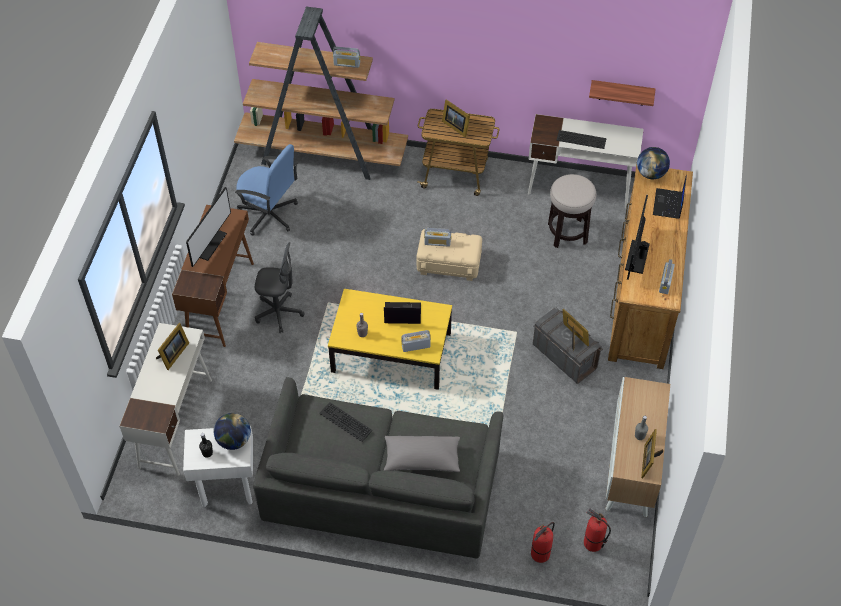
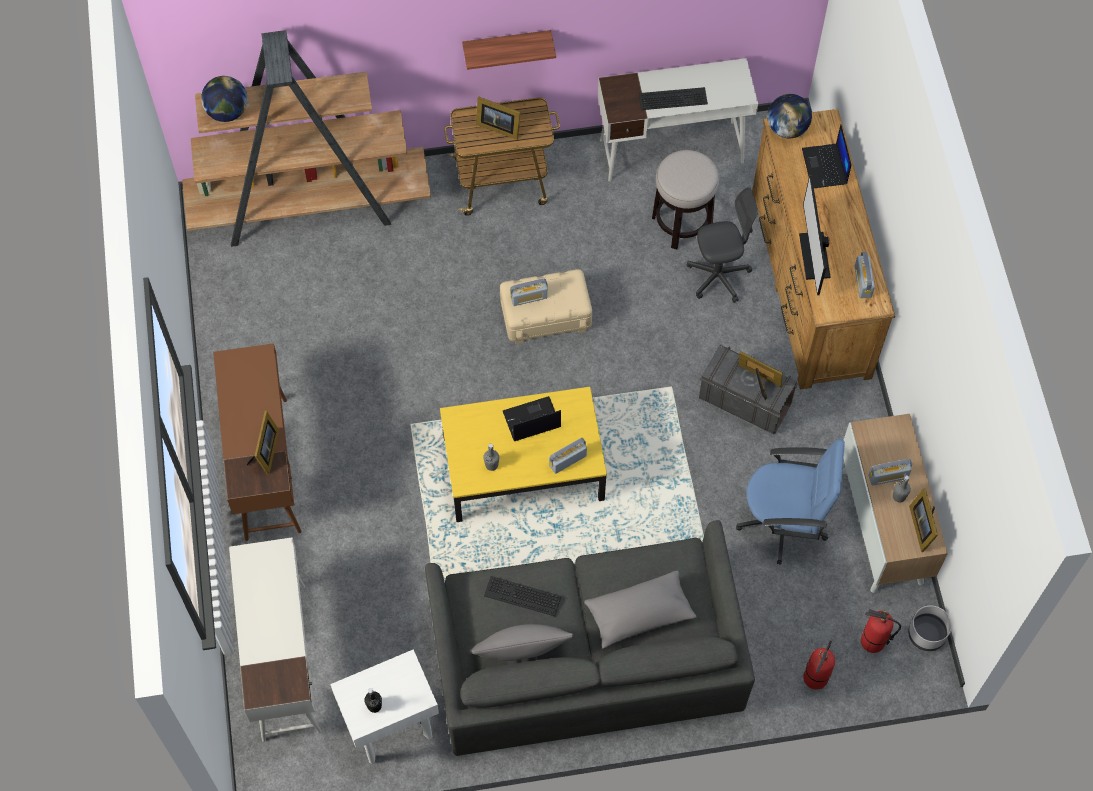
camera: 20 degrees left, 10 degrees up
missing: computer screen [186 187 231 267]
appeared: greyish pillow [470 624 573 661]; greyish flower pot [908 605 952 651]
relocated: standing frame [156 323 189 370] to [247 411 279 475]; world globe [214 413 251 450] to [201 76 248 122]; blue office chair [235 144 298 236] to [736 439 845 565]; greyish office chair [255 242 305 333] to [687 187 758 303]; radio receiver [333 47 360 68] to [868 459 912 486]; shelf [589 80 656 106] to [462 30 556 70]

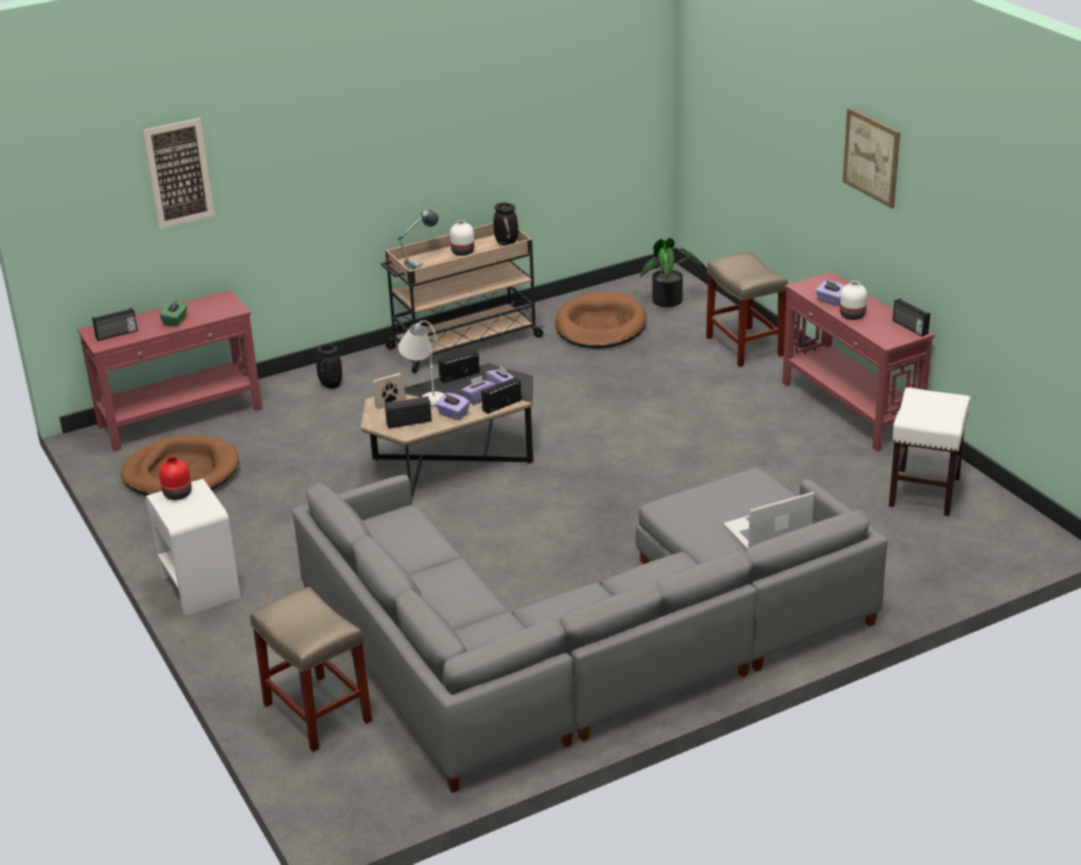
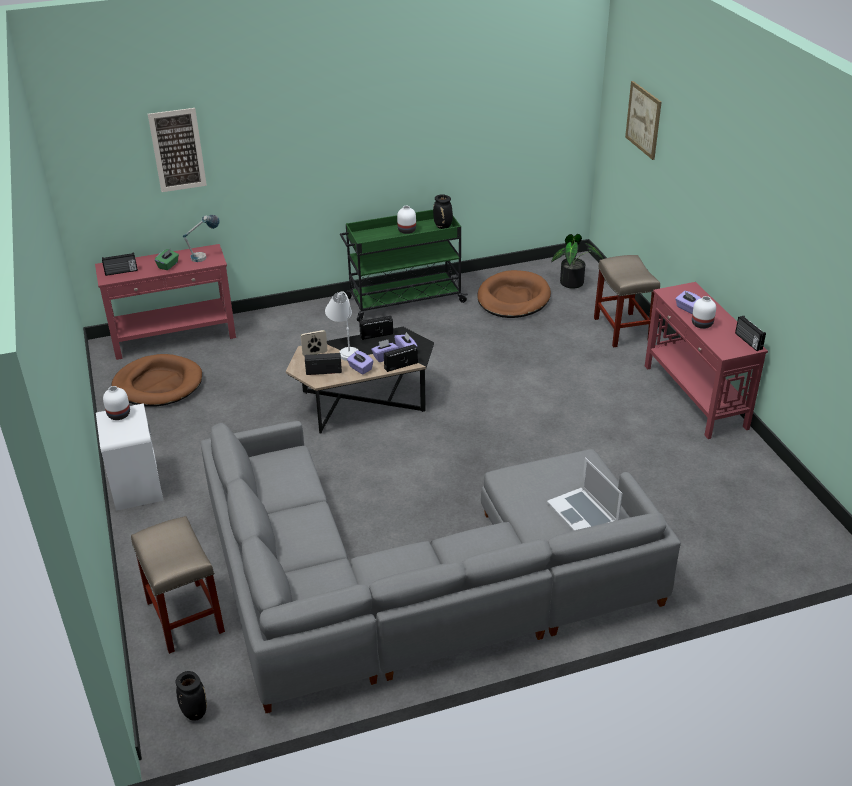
camera: 10 degrees right, 5 degrees up
missing: whitish stool seat [889 388 971 516]
relocated: blackish vase [316 344 342 389] to [176 671 207 721]; tabletop lamp [398 210 439 269] to [183 215 220 262]; wall art [842 108 900 209] to [625 81 662 160]
colour: red vase [159 457 192 500] to whitish vase [103 386 130 420]; sand-coloured trolley [381 223 545 373] to green-coloured trolley [340 210 468 322]
spun: notebook computer [723 492 814 550] = [547 457 623 531] 105 degrees counterclockwise

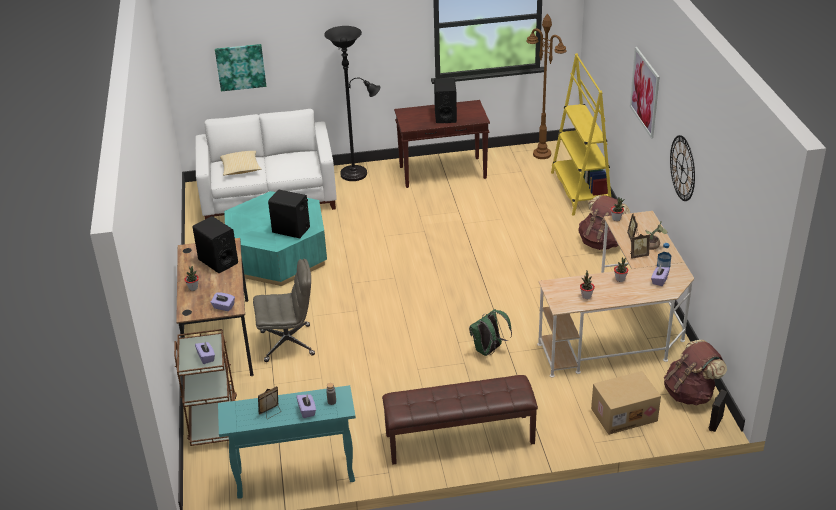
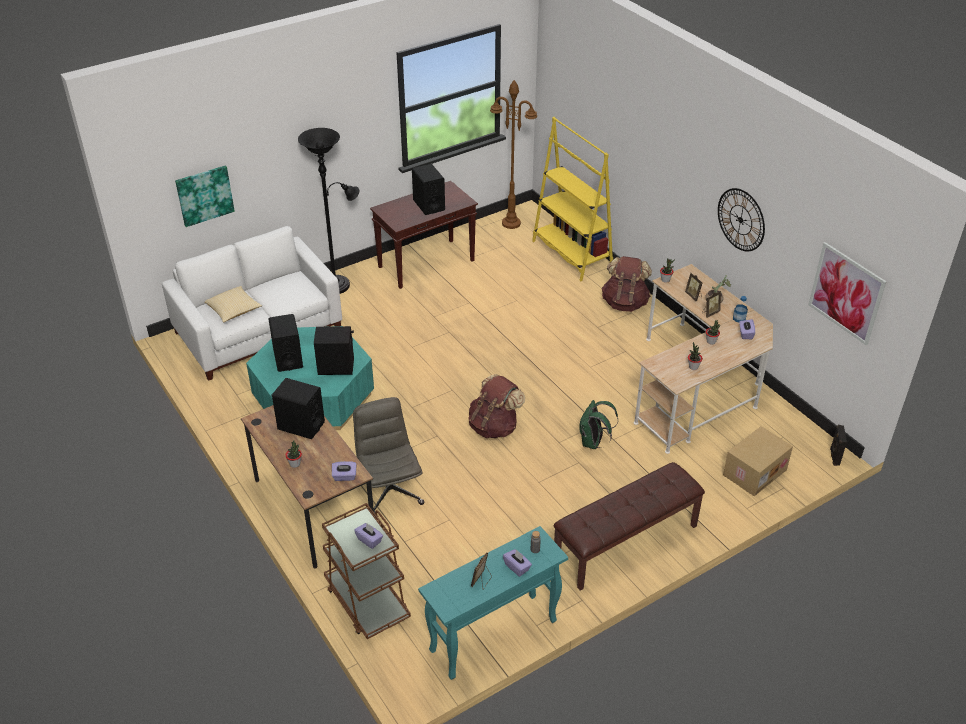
camera: 25 degrees left, 5 degrees up
appeared: blackish audio speaker [269 314 303 372]
relocated: wall art [630 47 660 139] to [808 242 887 345]; brown rucksack [664 340 727 406] to [468 374 525 438]
spun: greyish office chair [253 259 315 362] = [353 397 424 513] 75 degrees counterclockwise

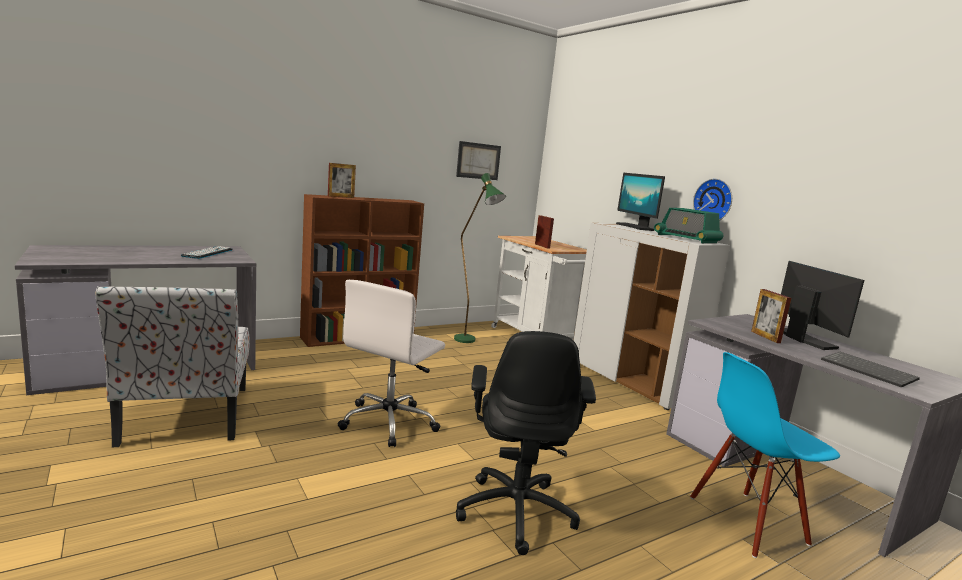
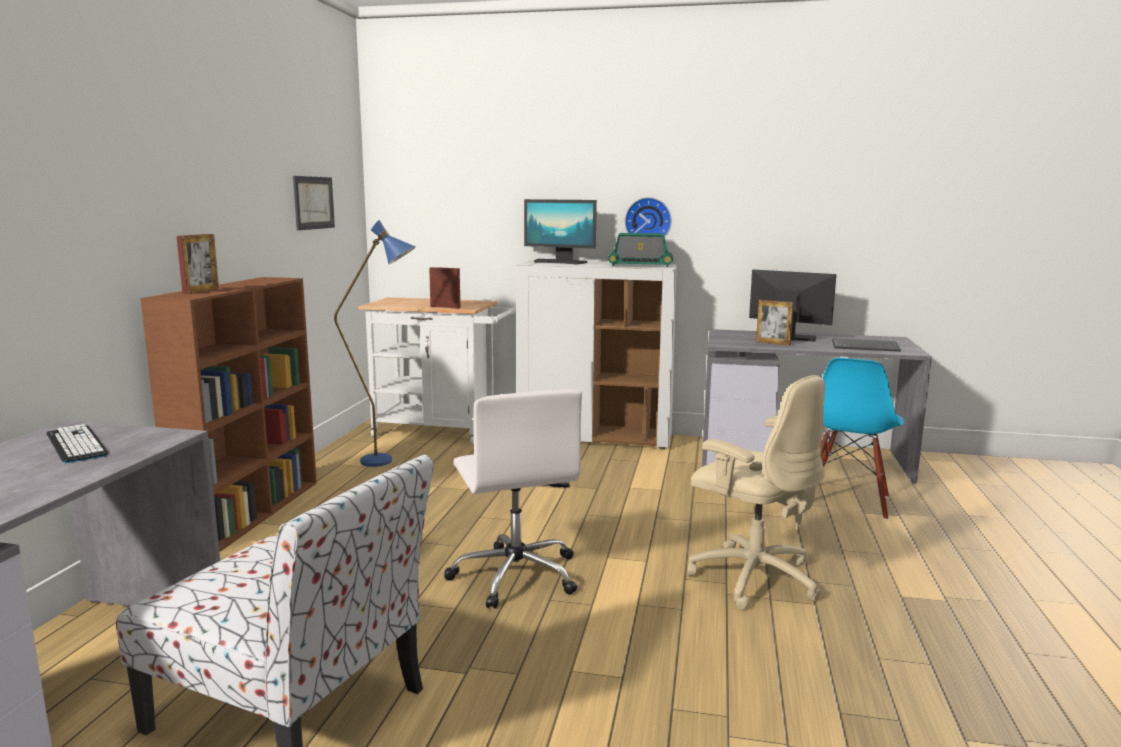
camera: 45 degrees left, 0 degrees up
colour: green-coloured standard lamp [454 173 506 343] to blue standard lamp [334 220 415 467]; blackish office chair [456 331 596 555] to sand-coloured office chair [688 375 825 610]

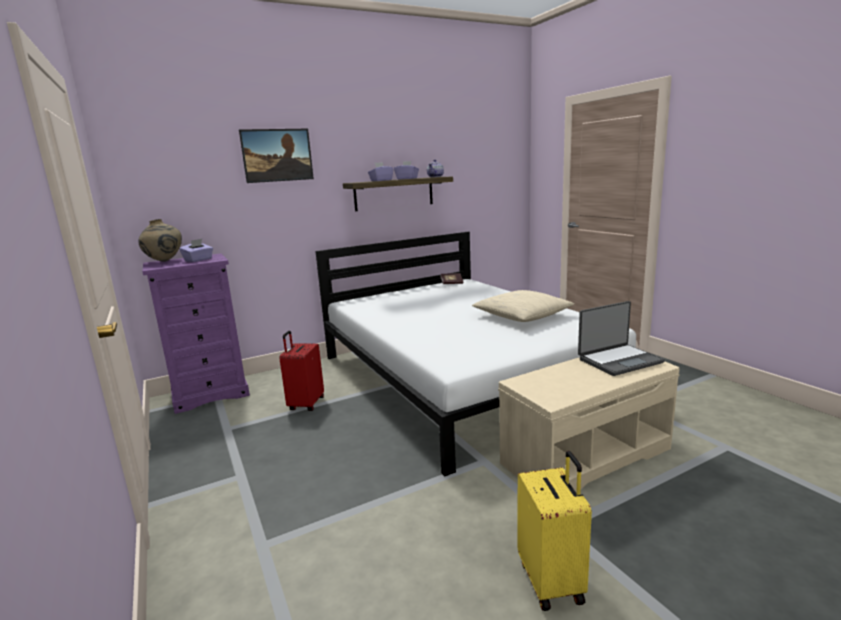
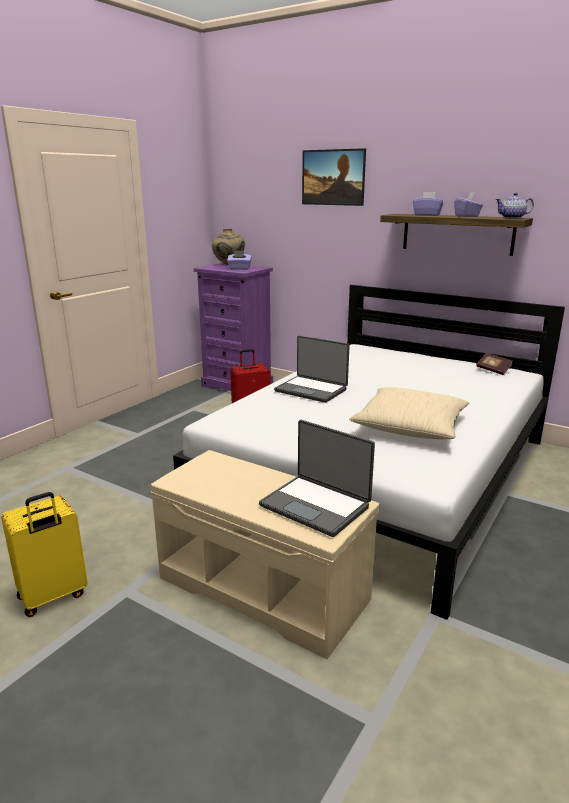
camera: 60 degrees right, 5 degrees up
appeared: notebook computer [274 336 350 403]

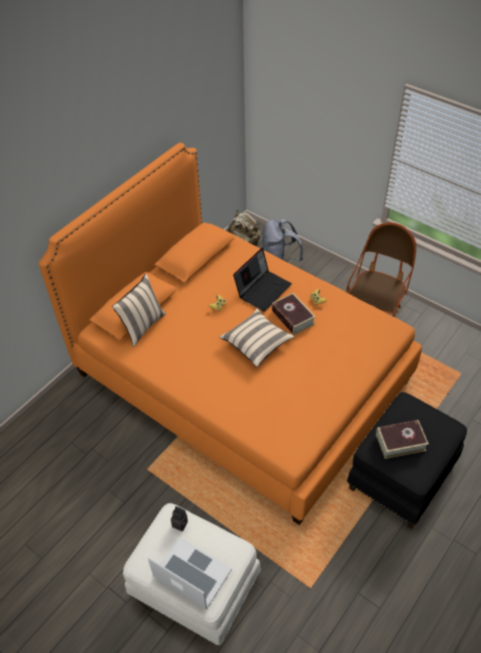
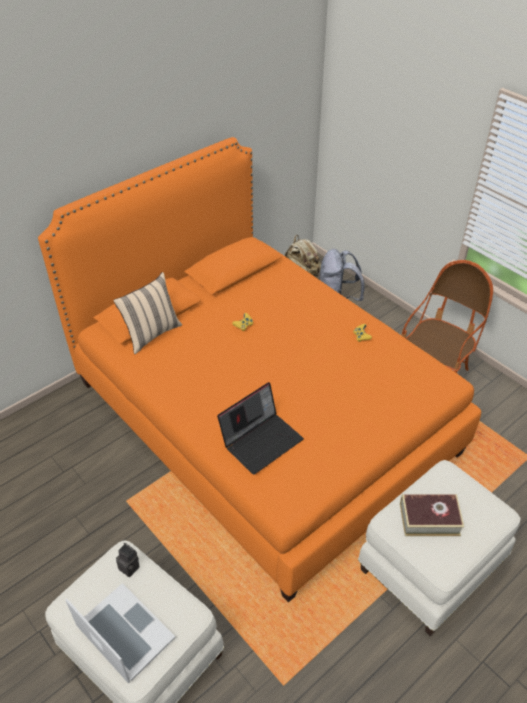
camera: 10 degrees right, 5 degrees down
missing: sand-coloured pillow [219 308 295 367]; volume [272 293 316 335]
relocated: notebook computer [233 248 292 312] to [217 382 304 475]
colour: blackish pouffe [347 392 467 529] to whitish pouffe [358 460 521 636]

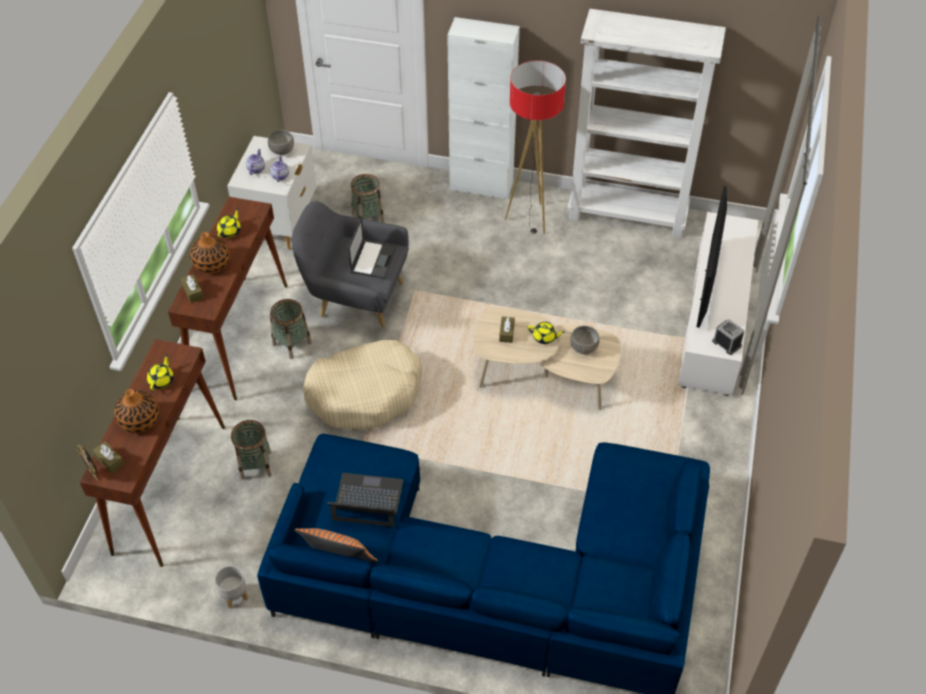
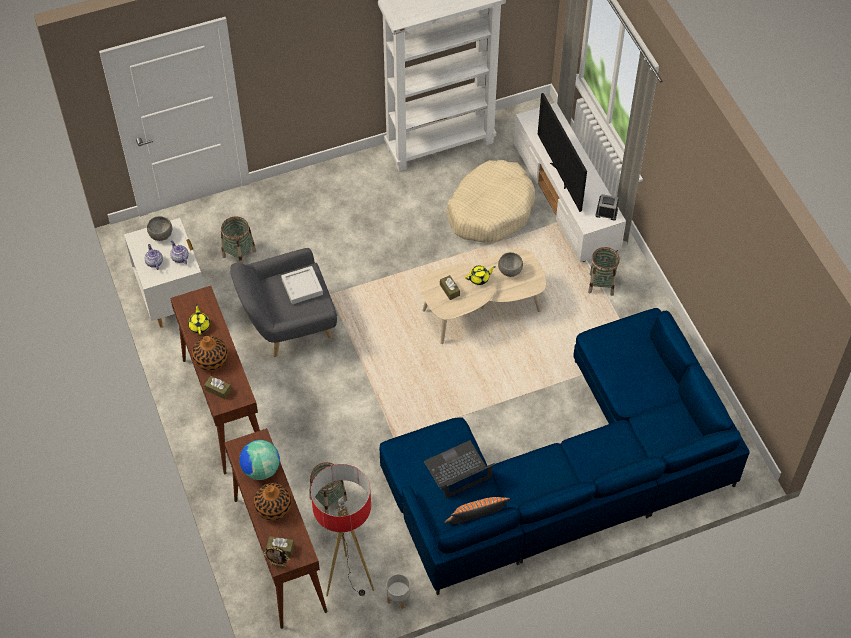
camera: 35 degrees left, 5 degrees up
missing: whitish cupboard [447 17 520 200]
relocated: basket [270 299 312 359] to [588 247 620 296]; sand-coloured pet bed [303 340 423 429] to [447 160 535 243]; standard lamp [505 60 566 234] to [311 464 374 596]
exchanged: yellowish pot for tea [147 354 174 390] to world globe [240 440 280 480]; notebook computer [348 216 396 279] to greyish tray [281 266 323 304]

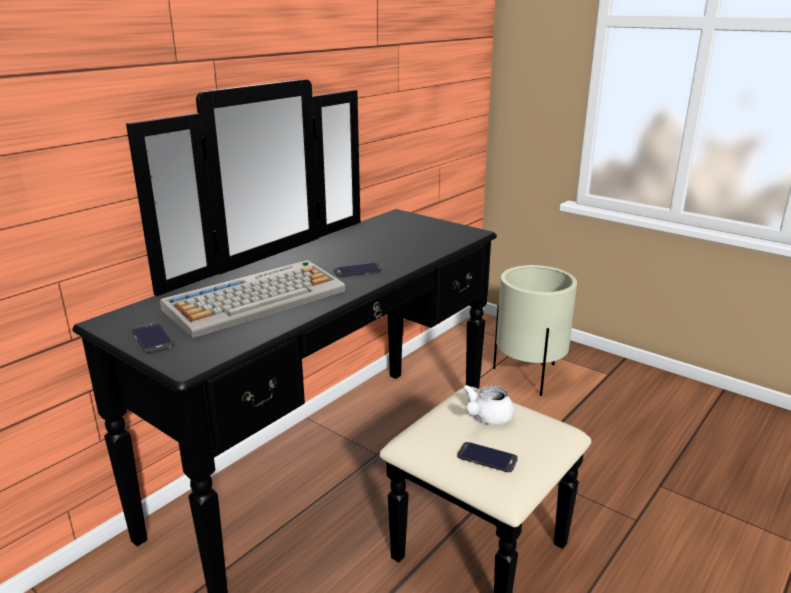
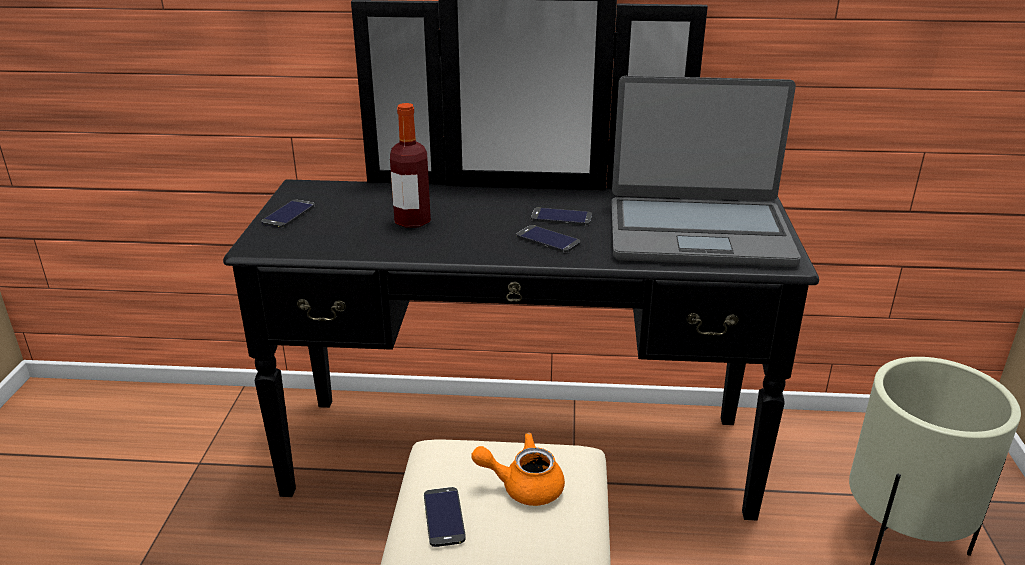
camera: 55 degrees right, 5 degrees up
appeared: telephone [531 208 592 225]; notebook computer [611 76 801 267]
exchanged: PC keyboard [160 260 345 338] to drink bottle [390 103 431 228]
colour: whitish pot for tea [463 385 514 425] to orange-coloured pot for tea [471 433 565 506]

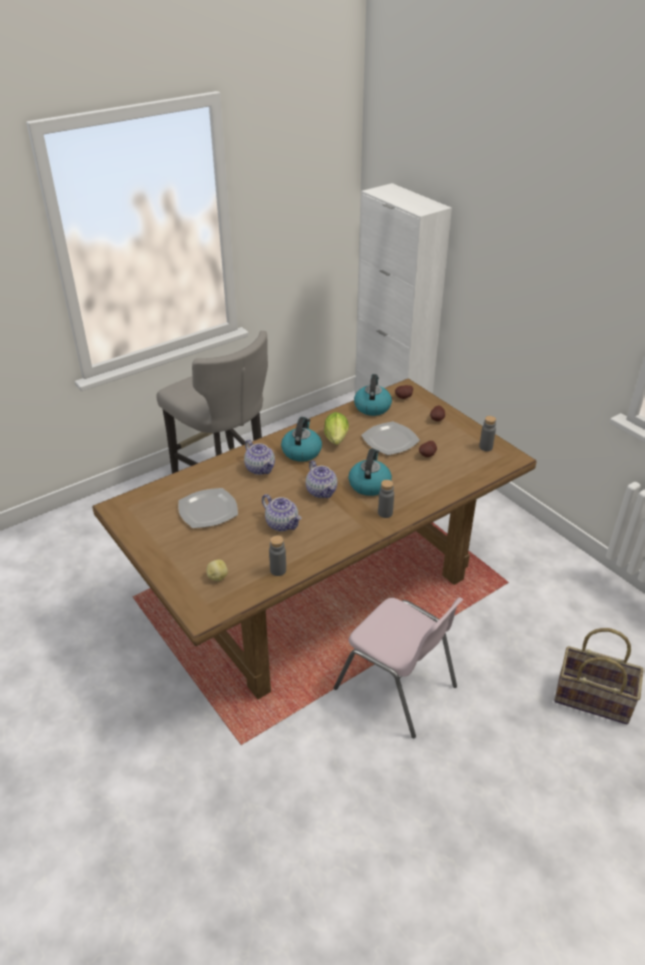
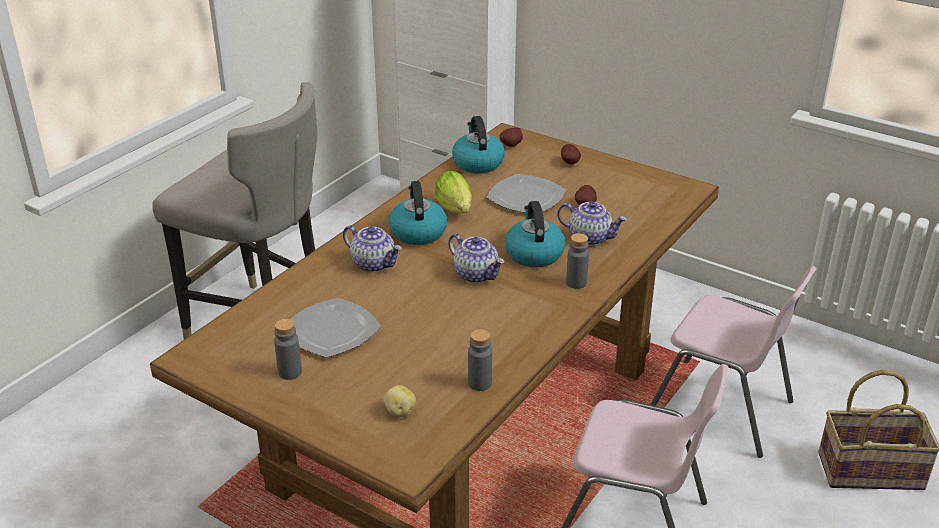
camera: 20 degrees left, 5 degrees down
appeared: pink plain chair [650 266 817 458]
relocated: pot for tea [262 494 302 531] to [557 201 627 246]; greyish drink bottle [479 416 496 451] to [274 319 302 380]

